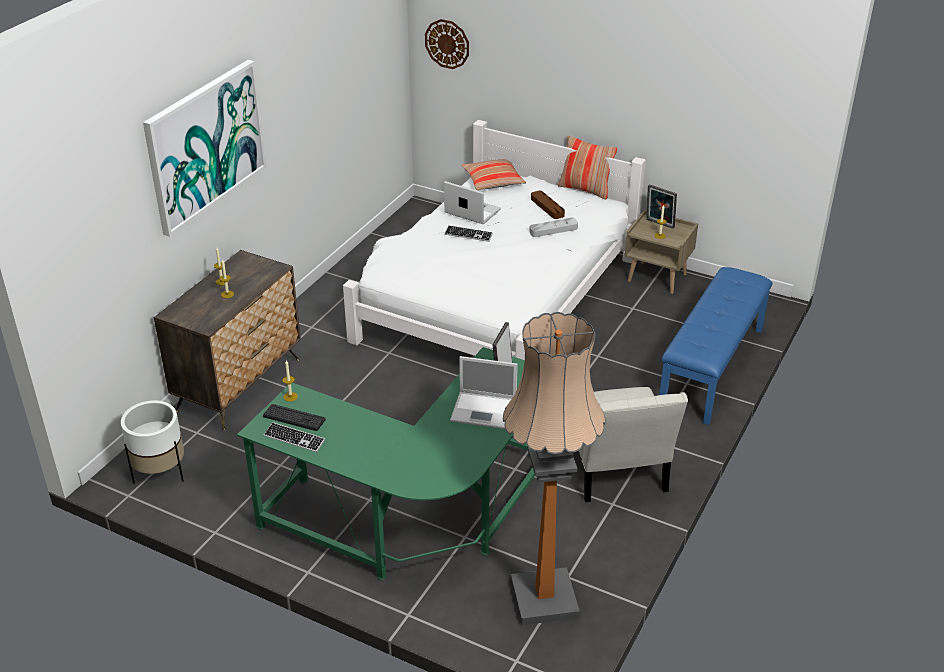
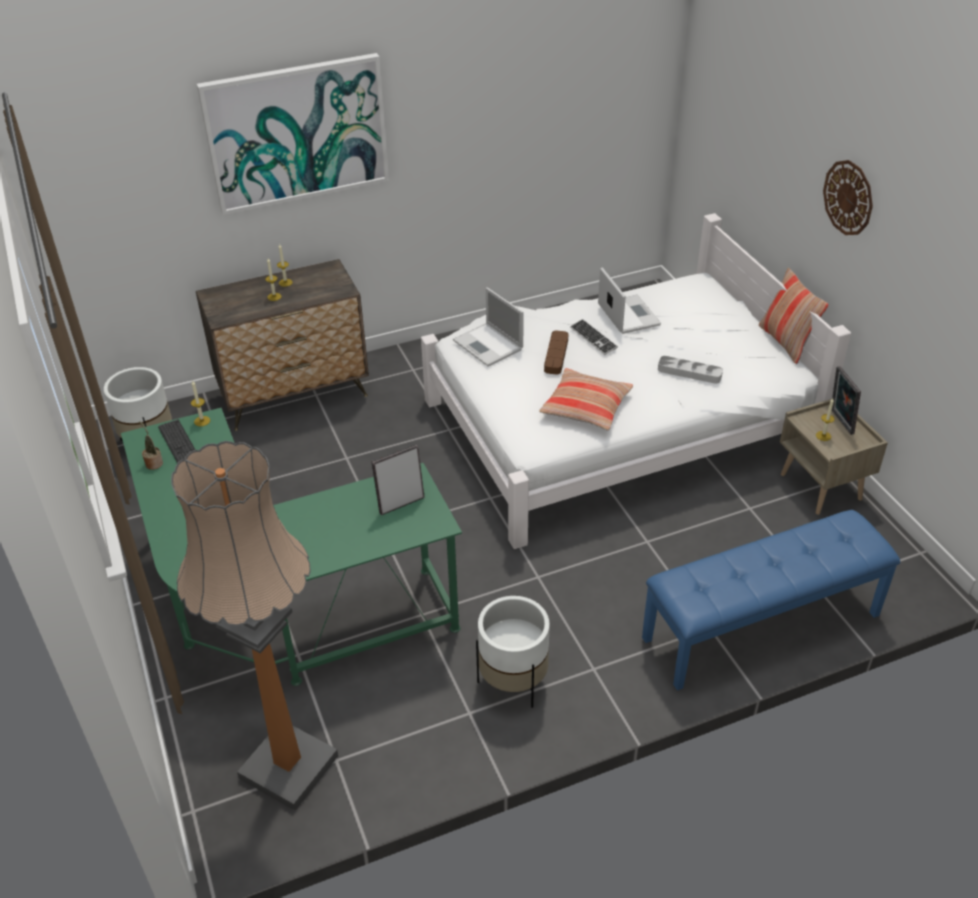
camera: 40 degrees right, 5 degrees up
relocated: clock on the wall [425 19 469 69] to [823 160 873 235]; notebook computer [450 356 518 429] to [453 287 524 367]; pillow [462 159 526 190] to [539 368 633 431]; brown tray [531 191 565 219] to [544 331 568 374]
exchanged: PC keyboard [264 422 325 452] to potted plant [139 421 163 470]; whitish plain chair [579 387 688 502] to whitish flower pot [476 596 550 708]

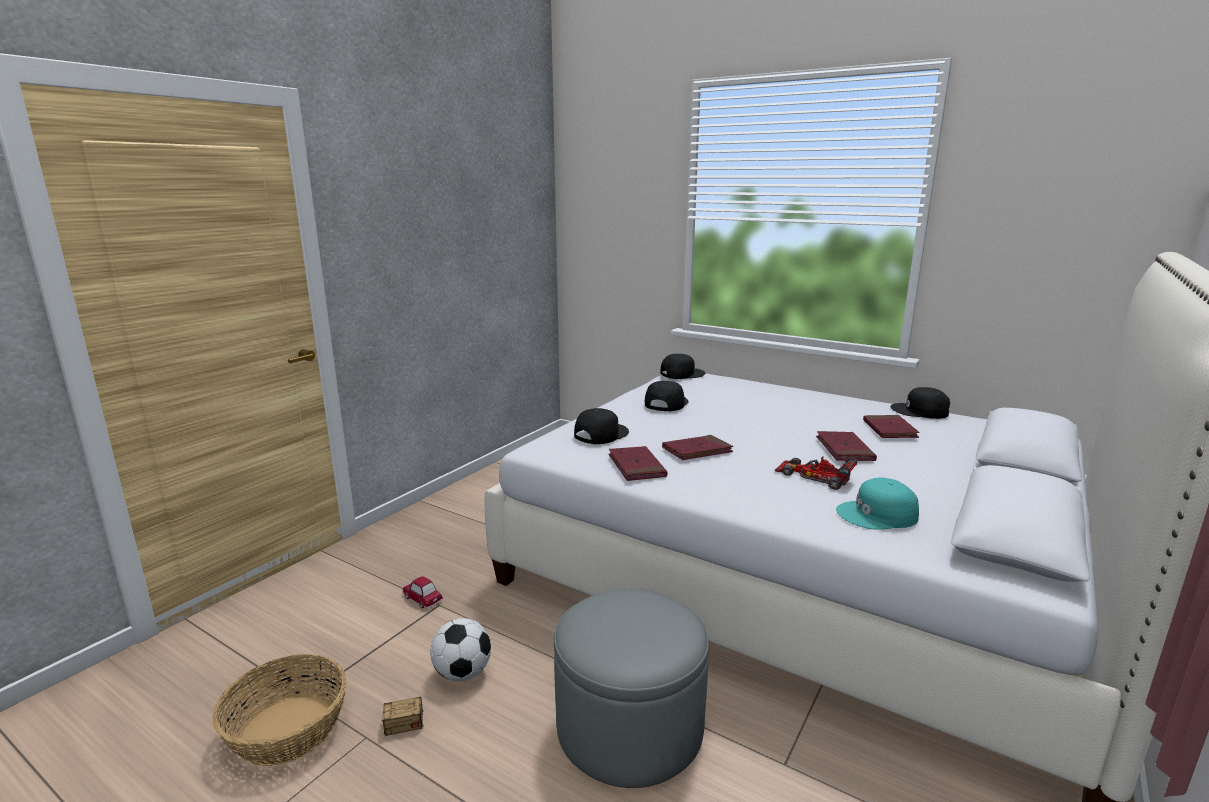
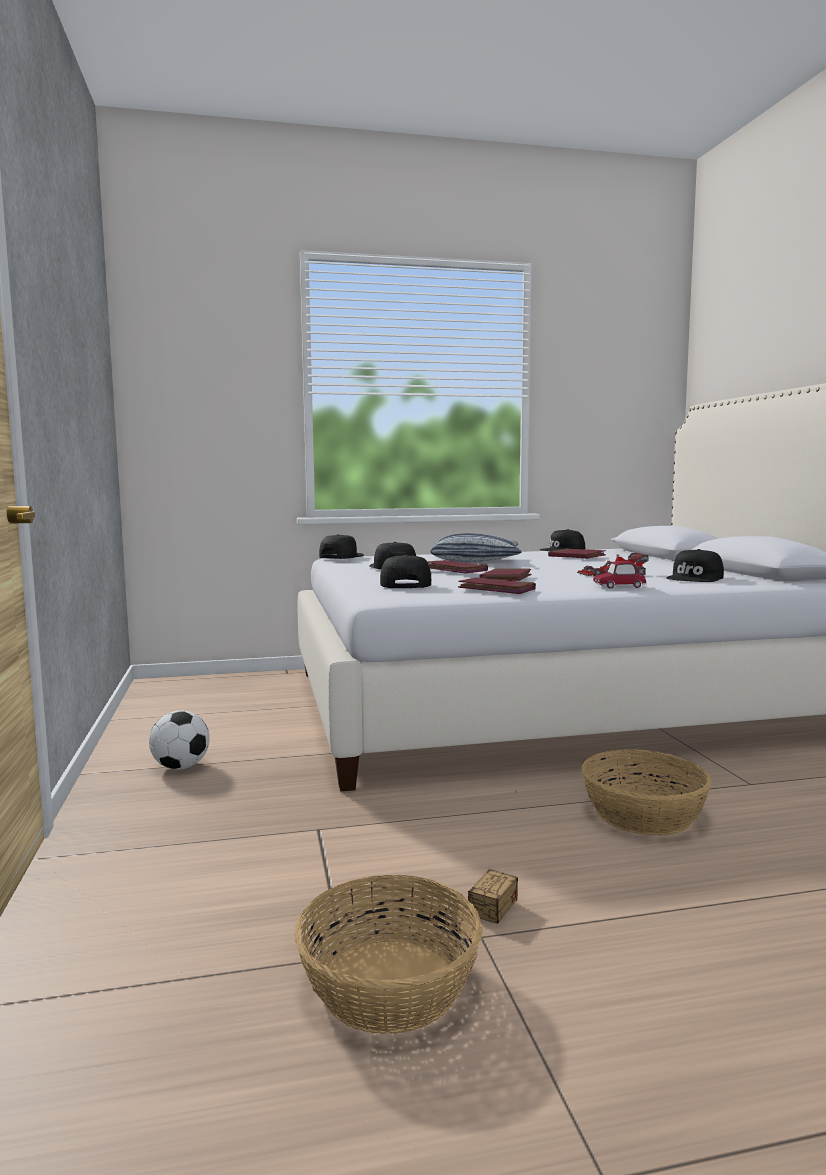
camera: 45 degrees left, 10 degrees down
appeared: pillow [430 533 522 562]
relocated: toy car [403 576 443 608] to [593 561 647 589]; football [430 618 491 682] to [149 711 210 770]; red volume [816 431 877 461] to [427 560 488 573]
exchanged: greyish pouffe [554 589 709 788] to basket [581 749 712 836]
colour: turquoise cap [836 477 919 530] to blackish cap [666 549 724 582]

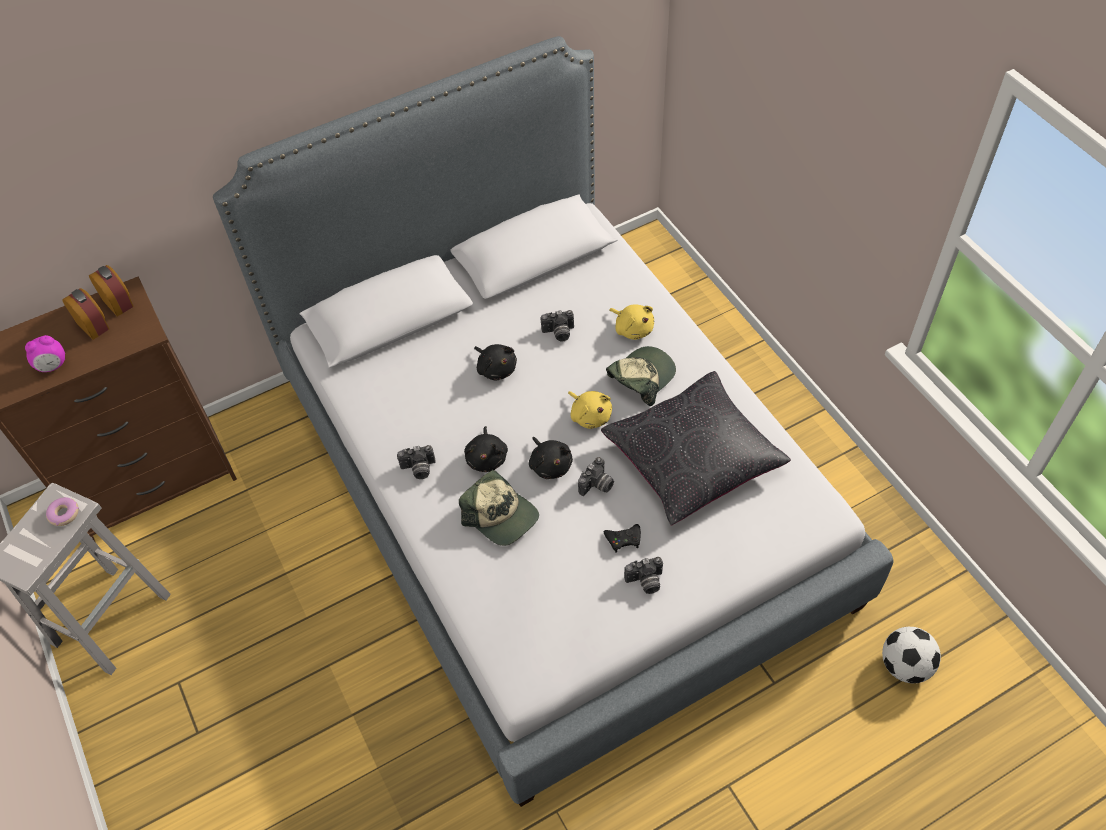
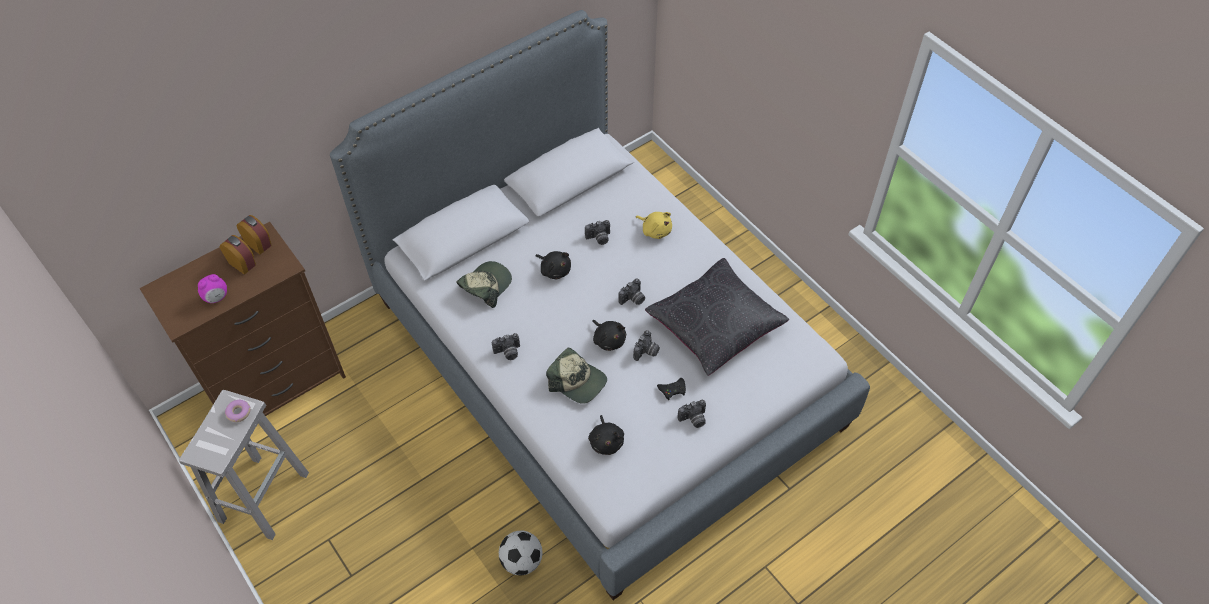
camera: 10 degrees left, 0 degrees up
relocated: blackish cuddly toy [464 426 508 472] to [588 415 624 455]; cap [606 346 676 406] to [457 261 512 308]; football [882 627 941 683] to [499 530 543 575]
exchanged: yellowish cuddly toy [568 391 612 429] to photo camera [618 279 645 305]

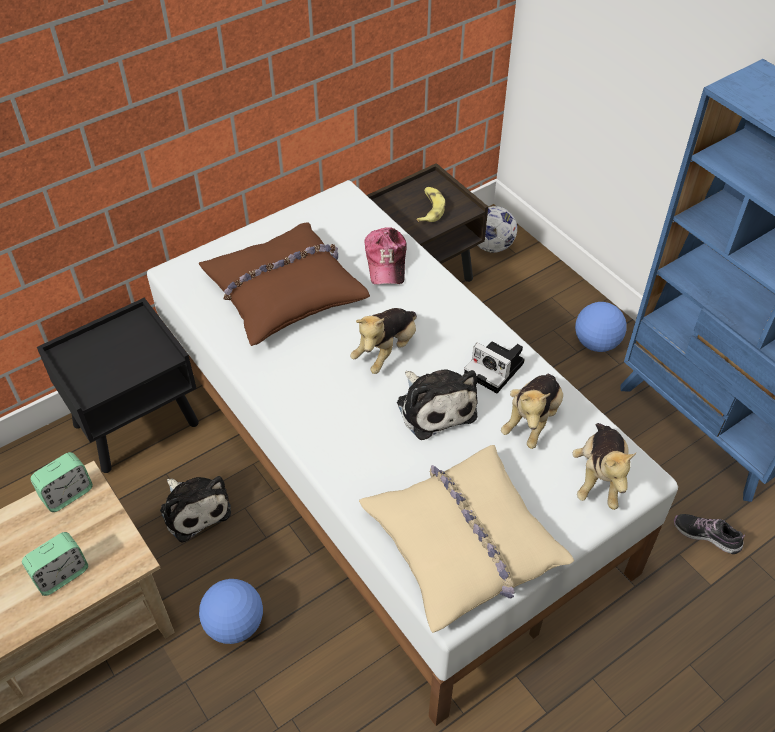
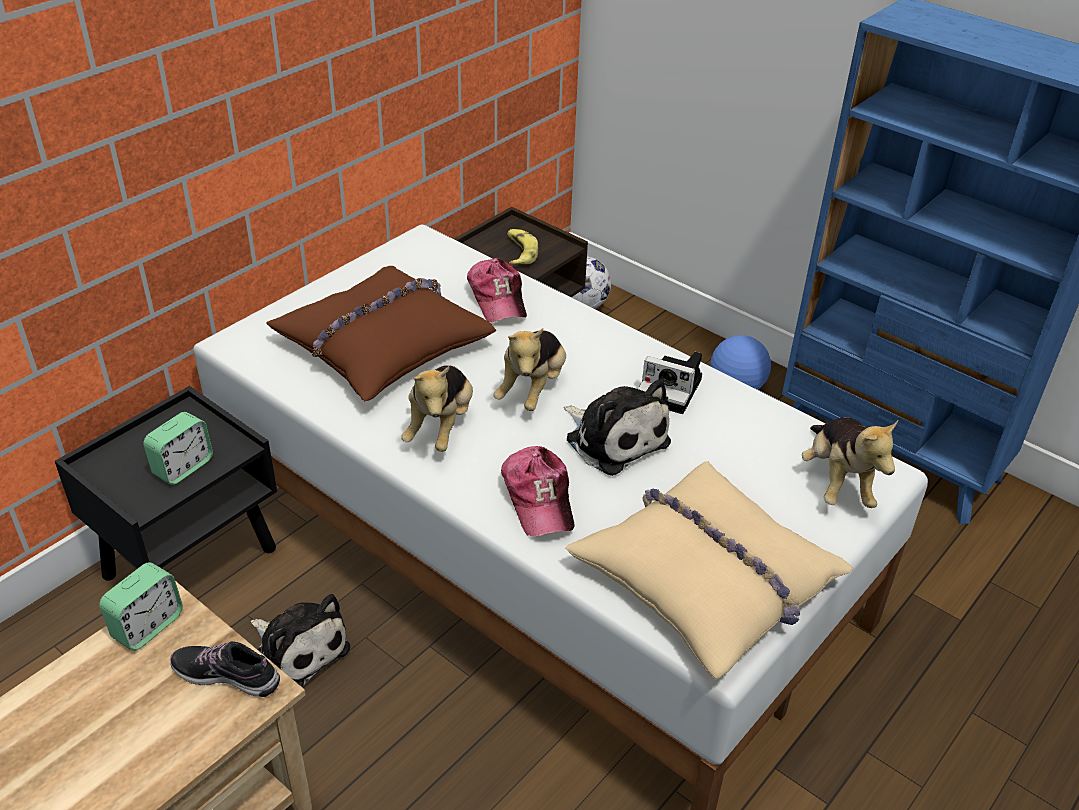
camera: 15 degrees left, 10 degrees down
missing: football [199 579 263 644]
appeared: cap [501 446 574 536]
relocated: table clock [22 532 88 596] to [143 412 213 485]; cuddly toy [501 373 563 449] to [401 365 473 452]; low shoe [674 514 745 554] to [170 641 280 697]

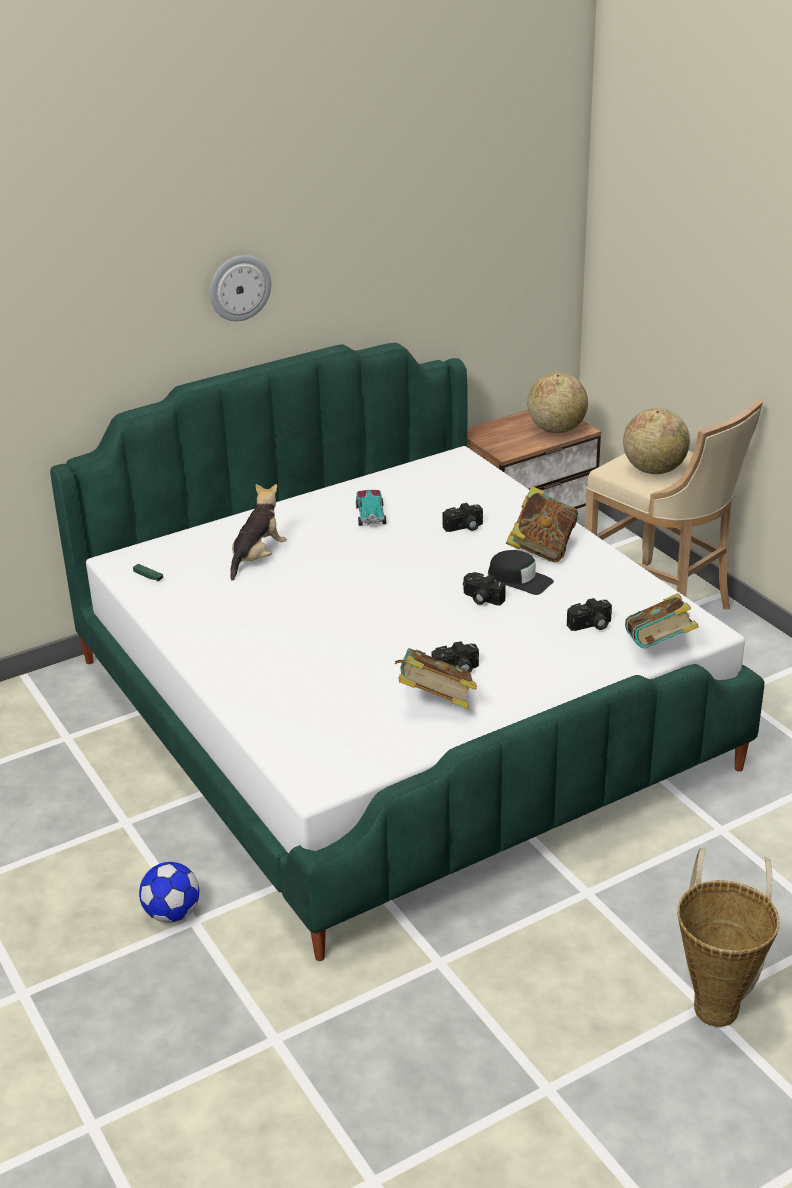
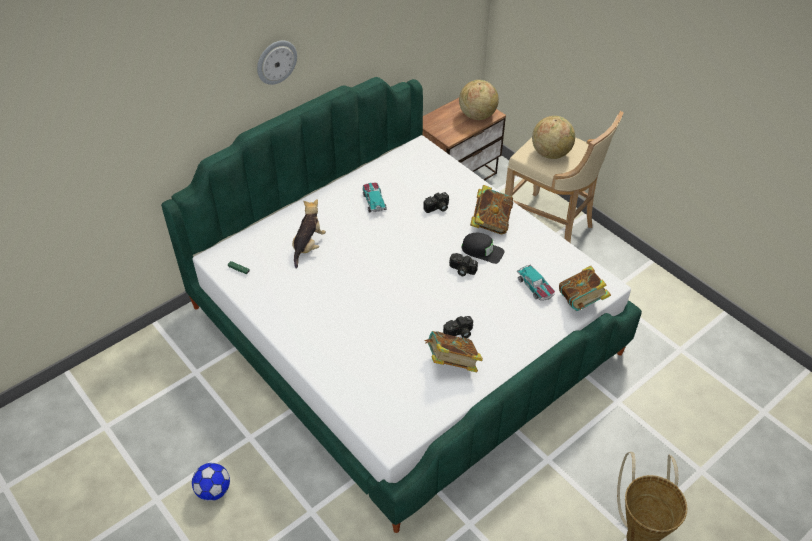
camera: 10 degrees left, 15 degrees up
relocated: football [139 862 199 923] to [192 463 230 501]
exchanged: photo camera [567 598 612 631] to toy car [517 264 555 301]

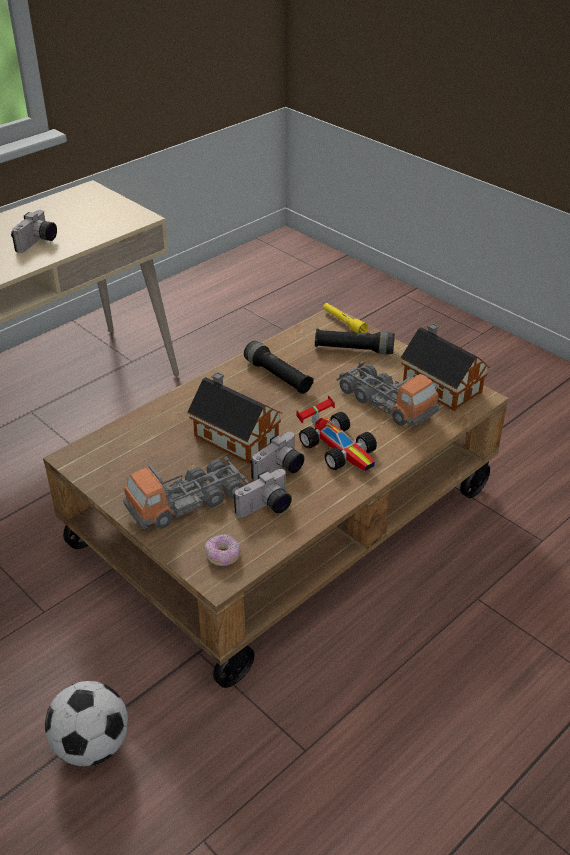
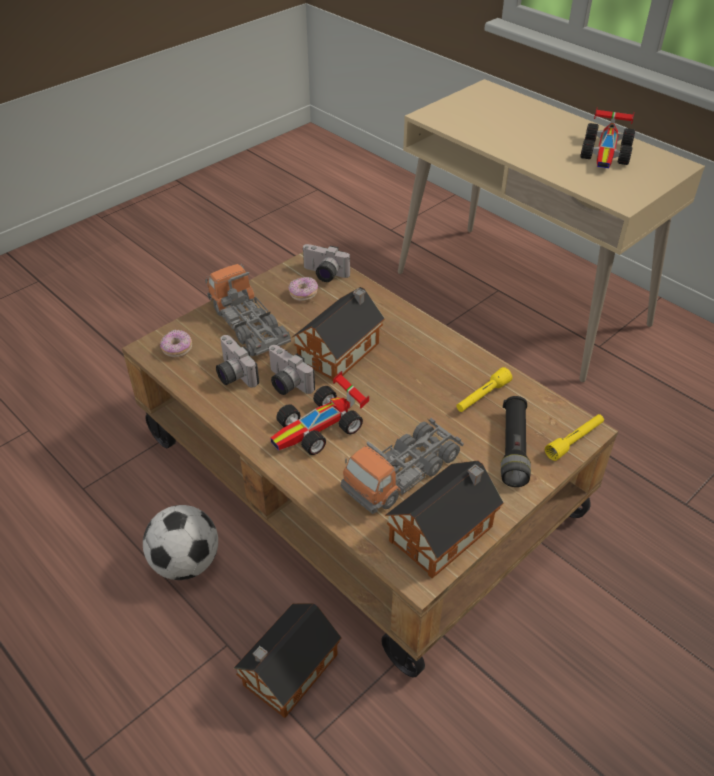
camera: 90 degrees right, 5 degrees up
missing: blackish hand torch [244 341 313 394]
appeared: miniature house [233 603 342 718]; donut [289 277 318 301]; yellowish hand torch [456 367 512 412]; toy car [580 107 635 168]
relocated: photo camera [11 210 57 253] to [303 244 350 282]; football [45 681 128 766] to [143 505 218 580]

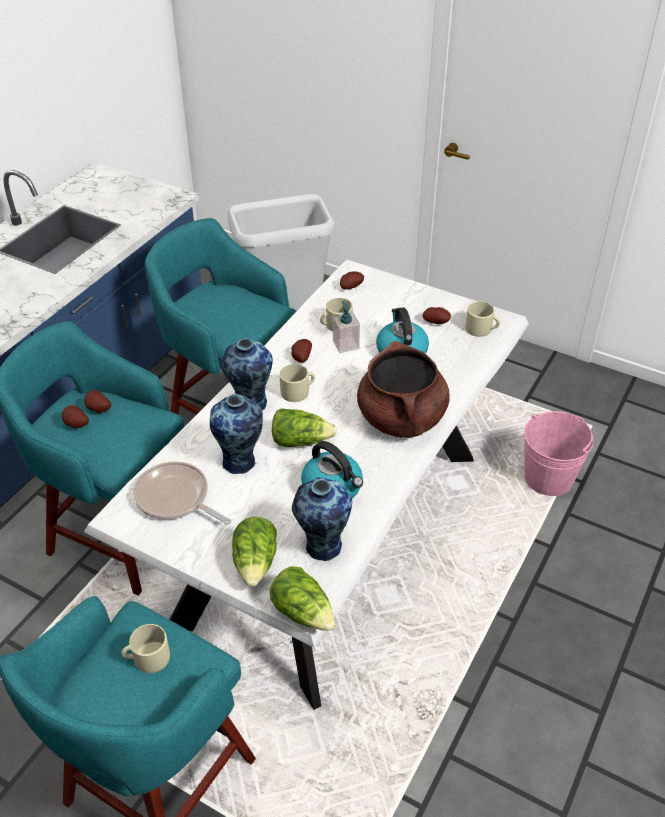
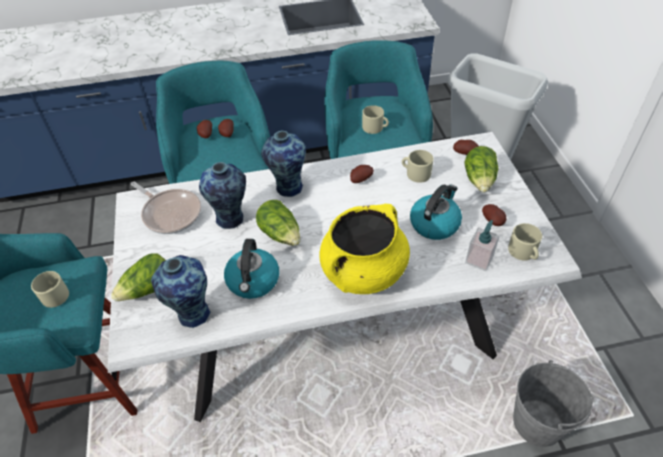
camera: 50 degrees right, 5 degrees up
relocated: head of lettuce [270 566 335 631] to [464 146 498 193]; sand-coloured coffee mug [279 364 315 402] to [362 105 389 134]; soap dispenser [333 301 360 353] to [465 220 500 271]
colour: brown cooking pot [357 341 450 438] to yellowish cooking pot [319 204 410 294]; pink bucket [524 411 594 496] to greyish bucket [513 360 594 447]
spun: frying pan [133 461 231 525] = [130 182 201 234] 135 degrees clockwise

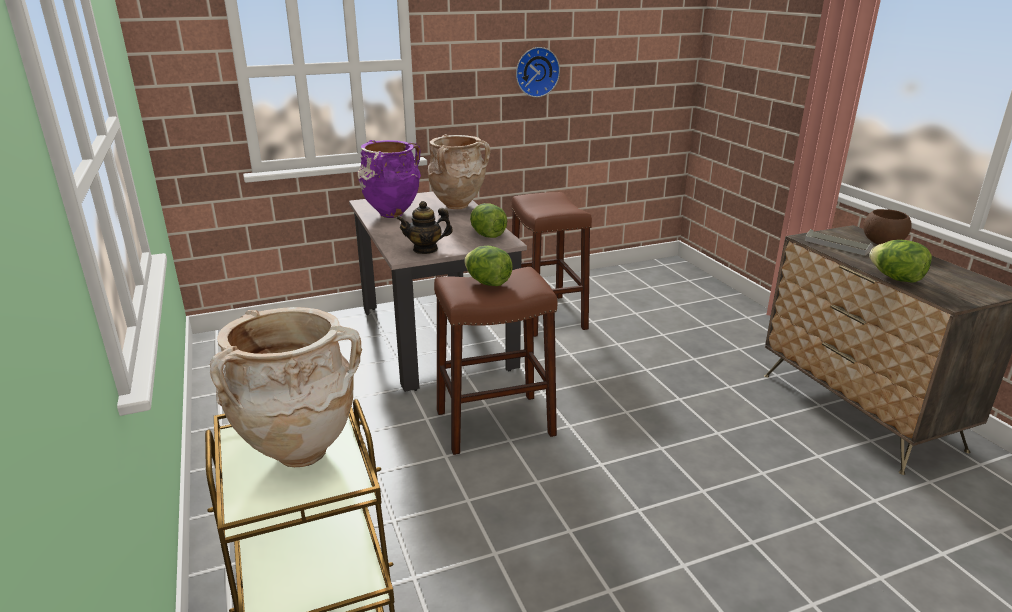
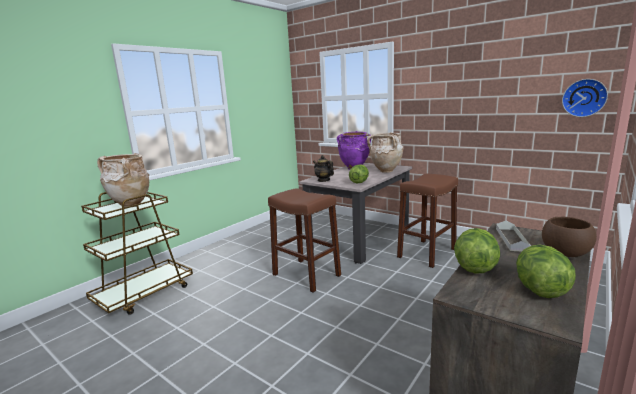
camera: 60 degrees right, 10 degrees down
relocated: head of lettuce [464 246 513 286] to [516 245 576 298]; clock on the wall [516 47 560 97] to [562 79 608 117]

